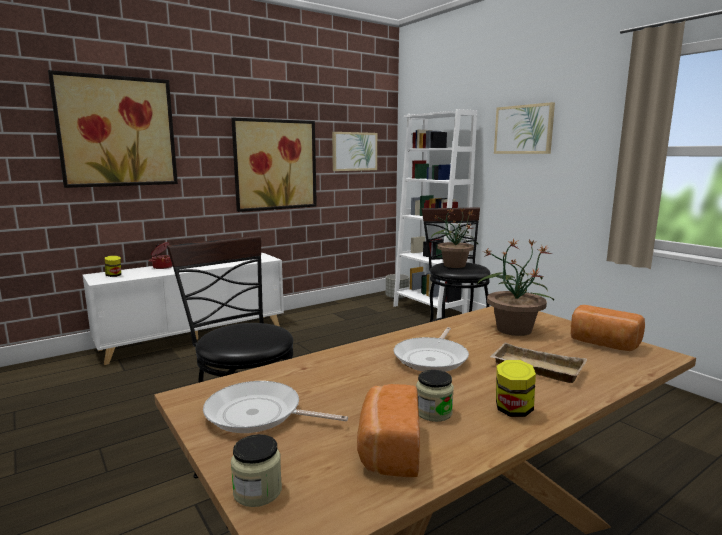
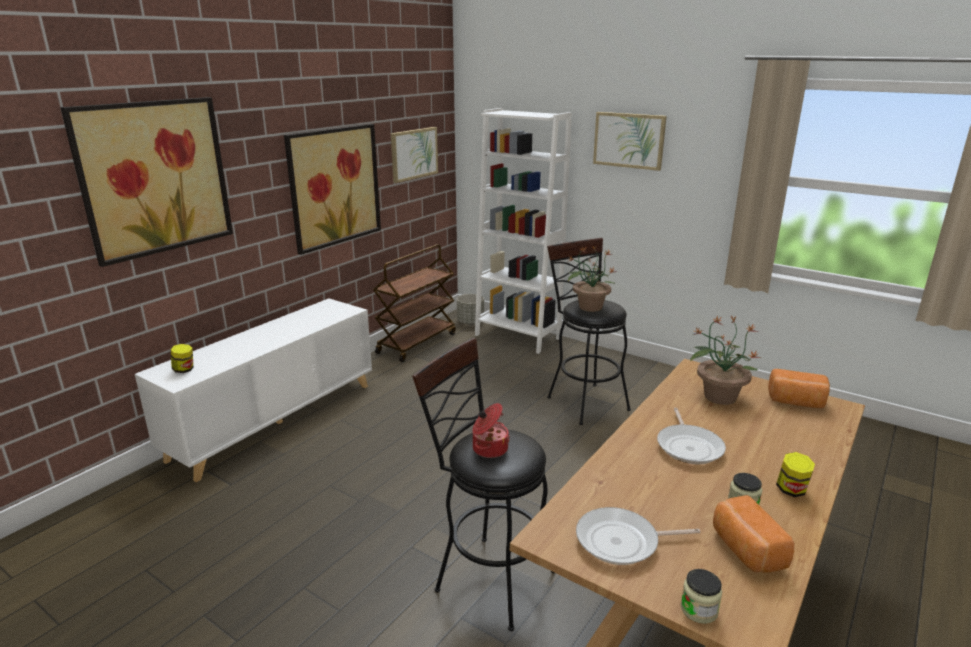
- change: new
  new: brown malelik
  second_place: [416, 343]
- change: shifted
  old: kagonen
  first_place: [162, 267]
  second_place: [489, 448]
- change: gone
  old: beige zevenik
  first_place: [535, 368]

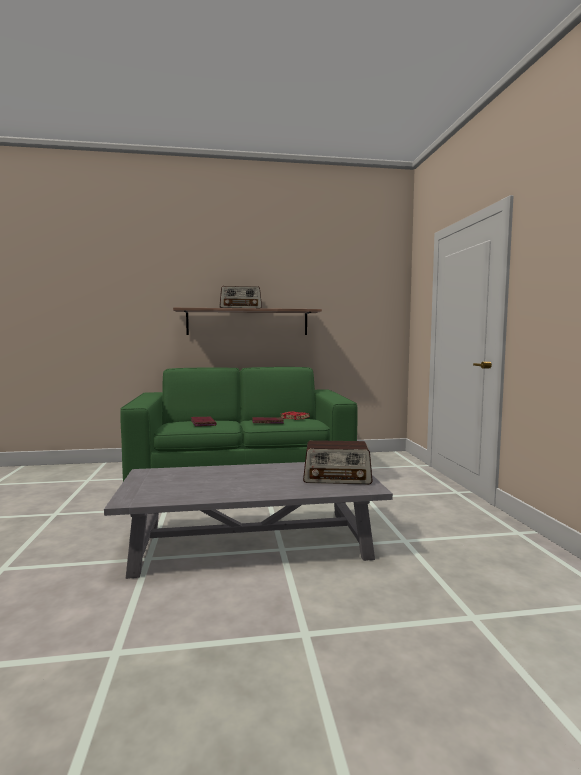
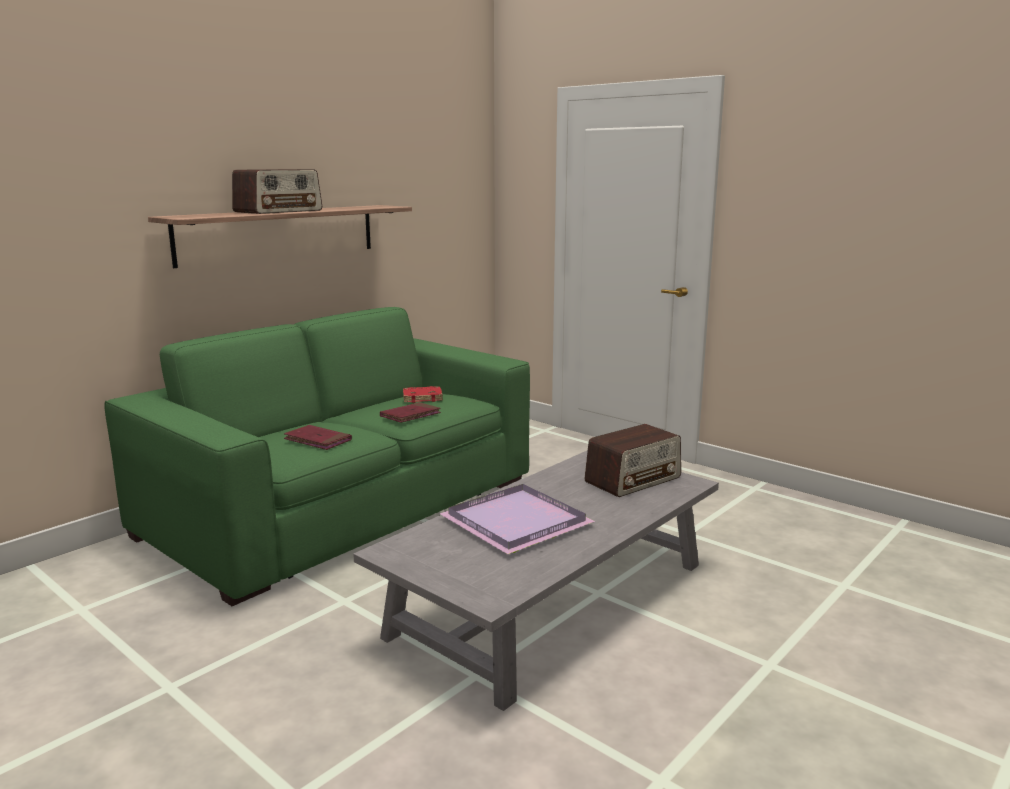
- change: new
  new: purple zevenik
  second_place: [516, 523]

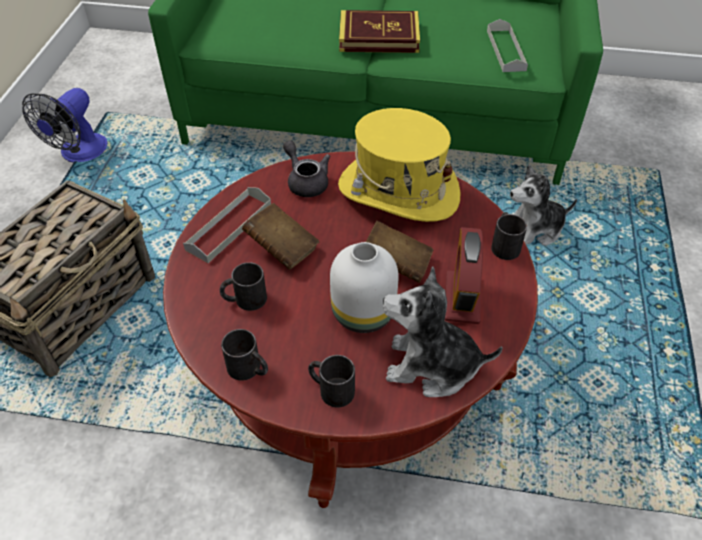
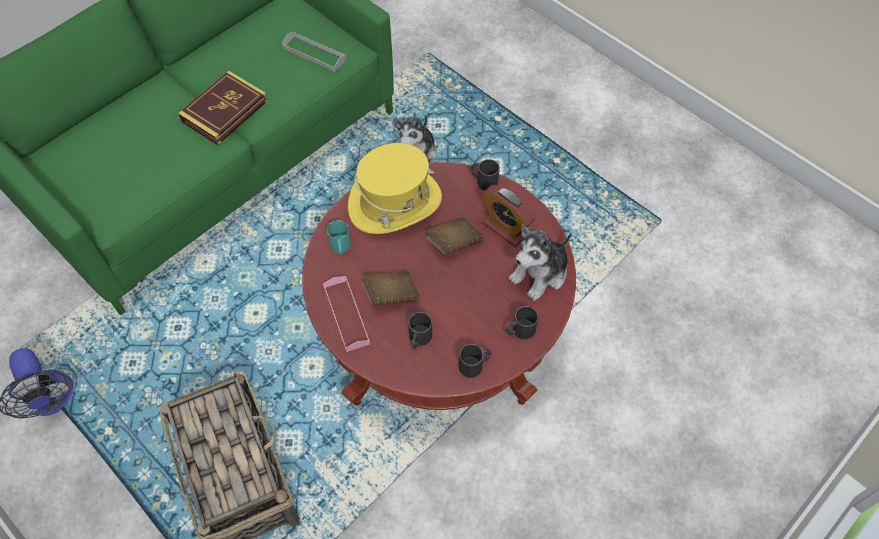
- change: repainted
  old: grey zevenik
  new: pink zevenik
  first_place: [229, 227]
  second_place: [346, 315]
- change: swapped
  old: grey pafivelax
  new: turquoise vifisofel
  first_place: [306, 181]
  second_place: [340, 247]
- change: gone
  old: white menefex
  first_place: [363, 315]

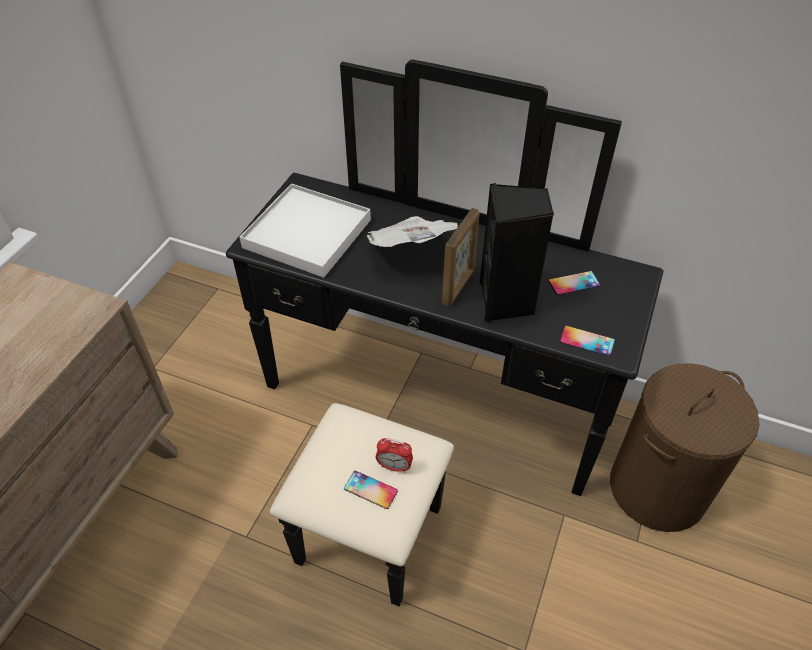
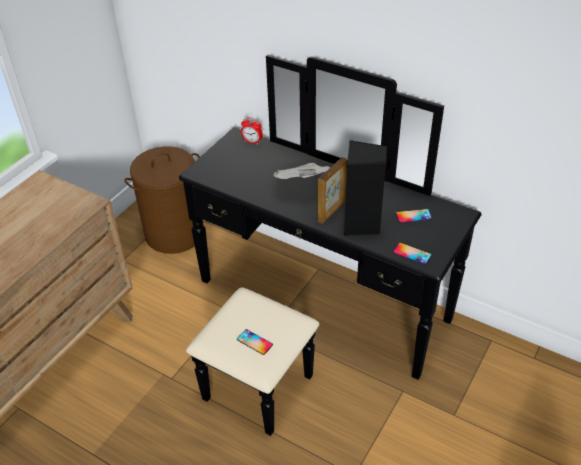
- change: shifted
  old: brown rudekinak
  first_place: [658, 488]
  second_place: [175, 233]
- change: shifted
  old: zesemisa
  first_place: [394, 466]
  second_place: [252, 142]
- change: gone
  old: white zevenik
  first_place: [307, 233]

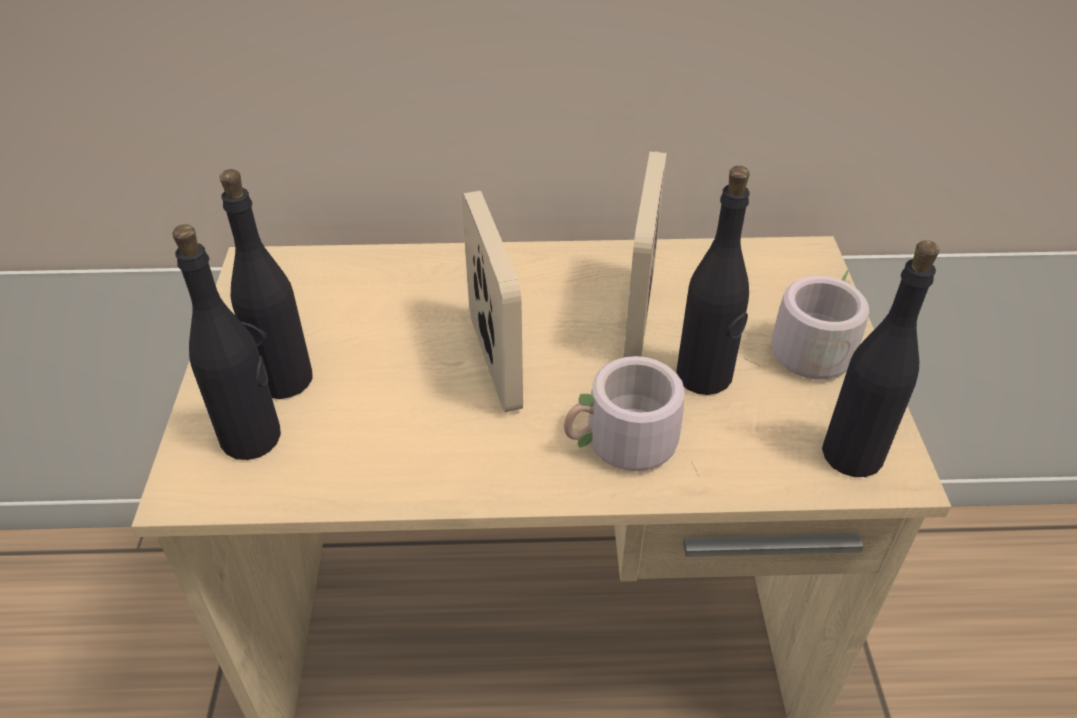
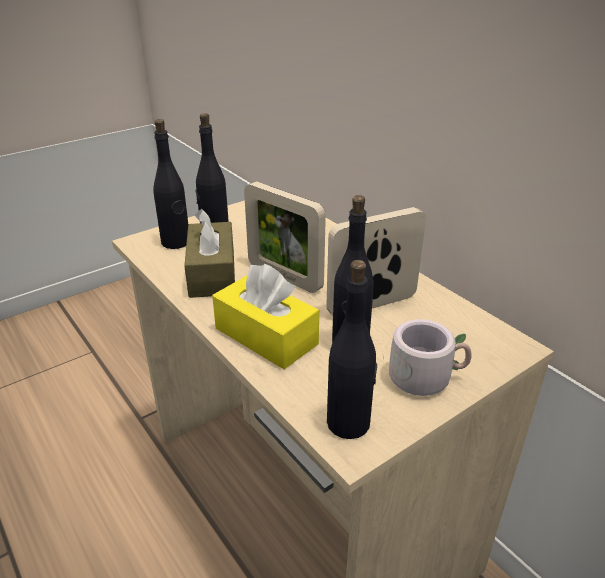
- change: new
  new: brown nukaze
  second_place: [212, 273]
- change: swapped
  old: grey vifisofel
  new: yellow nukaze
  first_place: [623, 447]
  second_place: [266, 336]
- change: rotated
  old: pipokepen
  first_place: [494, 361]
  second_place: [284, 277]
  degrees: 90

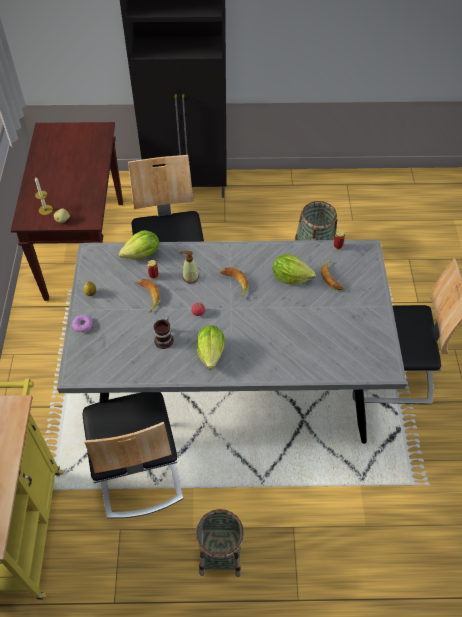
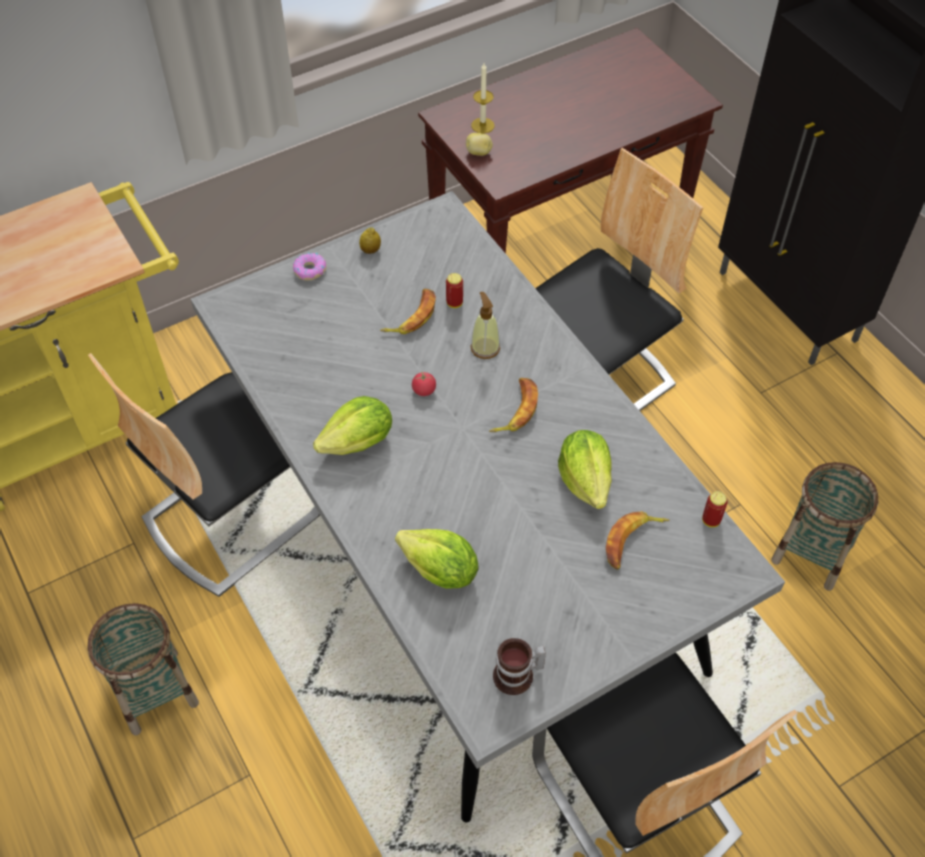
- change: shifted
  old: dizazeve
  first_place: [142, 254]
  second_place: [440, 571]
- change: shifted
  old: vifisofel
  first_place: [165, 339]
  second_place: [517, 677]

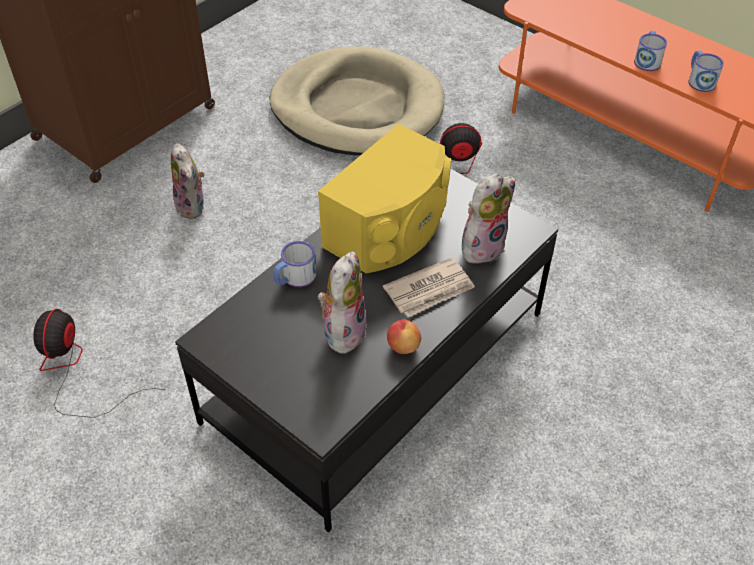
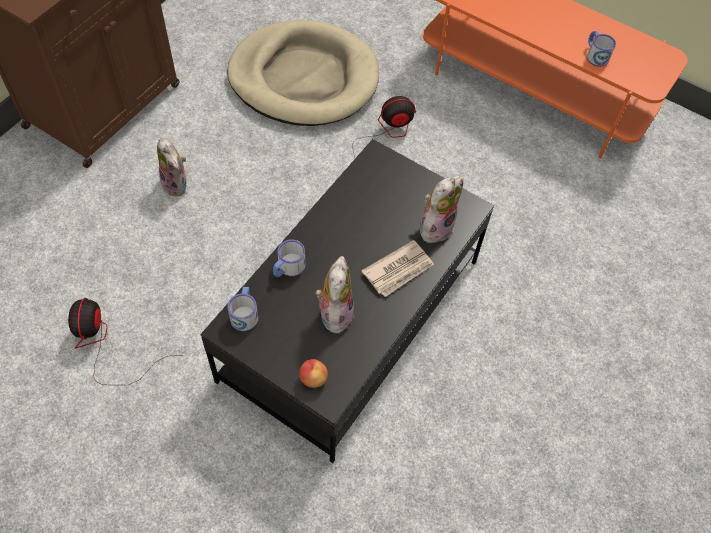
- change: shifted
  old: vifisofel
  first_place: [647, 60]
  second_place: [245, 313]
- change: shifted
  old: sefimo
  first_place: [403, 346]
  second_place: [313, 378]
- change: gone
  old: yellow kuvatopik
  first_place: [390, 229]

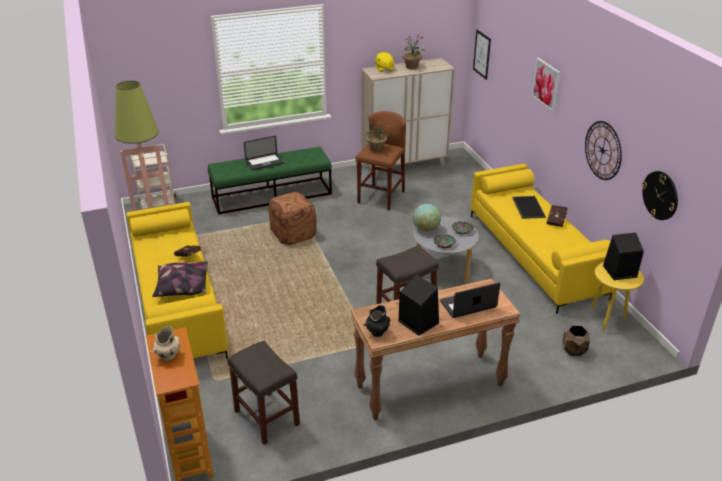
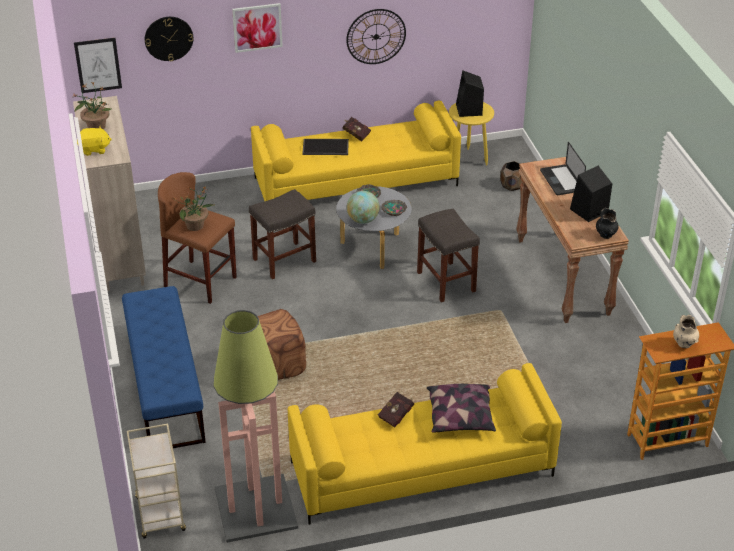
- change: repainted
  old: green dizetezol
  new: blue dizetezol
  first_place: [272, 195]
  second_place: [165, 386]
- change: shifted
  old: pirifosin
  first_place: [660, 195]
  second_place: [168, 38]
- change: shifted
  old: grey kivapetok
  first_place: [266, 417]
  second_place: [284, 261]
- change: gone
  old: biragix
  first_place: [264, 162]

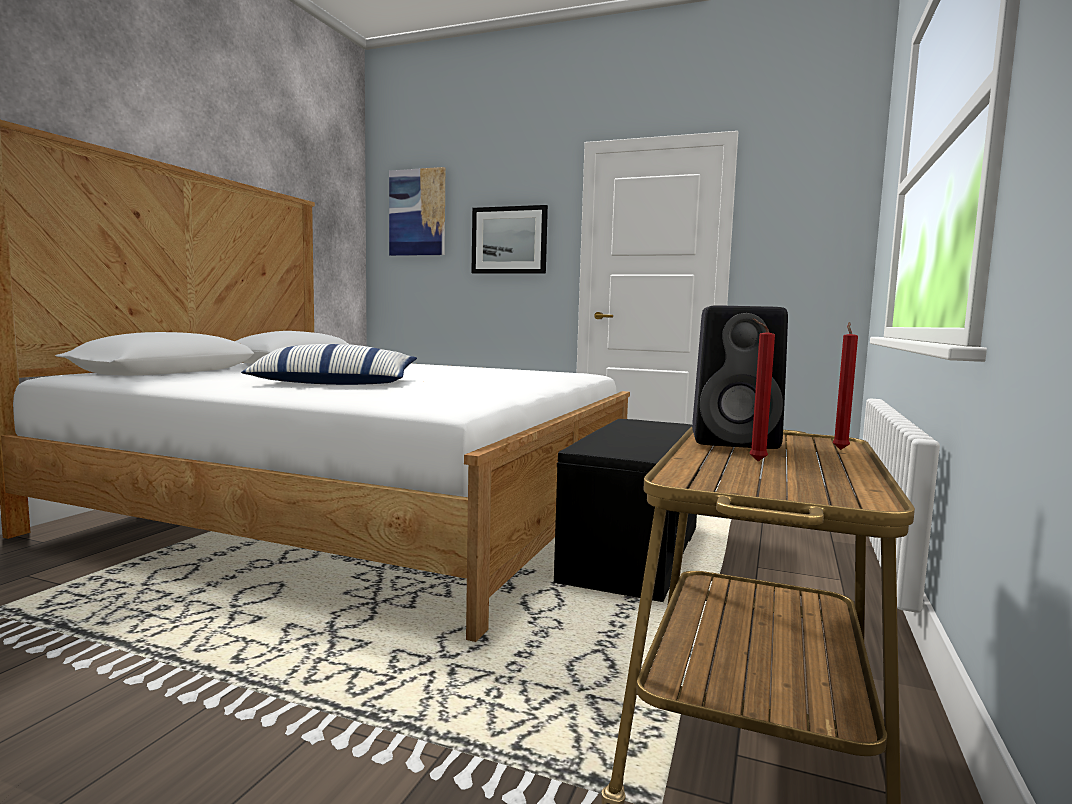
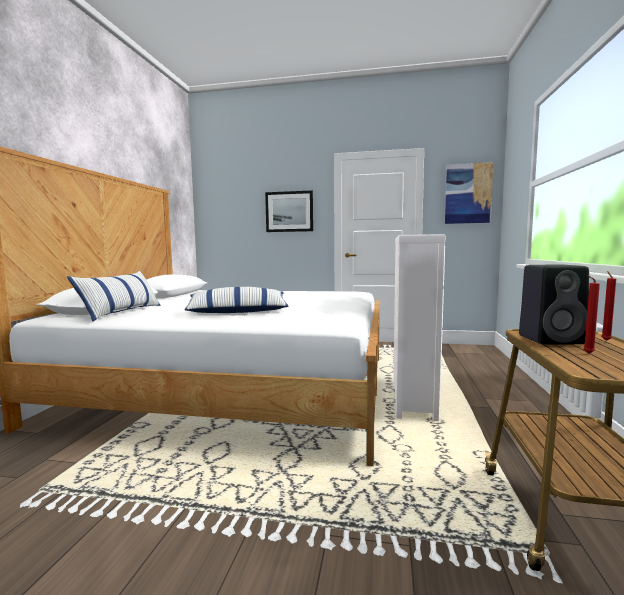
- change: new
  new: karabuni
  second_place: [121, 312]
- change: swapped
  old: black dizetezol
  new: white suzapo
  first_place: [631, 552]
  second_place: [413, 397]
- change: shifted
  old: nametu
  first_place: [417, 212]
  second_place: [468, 193]

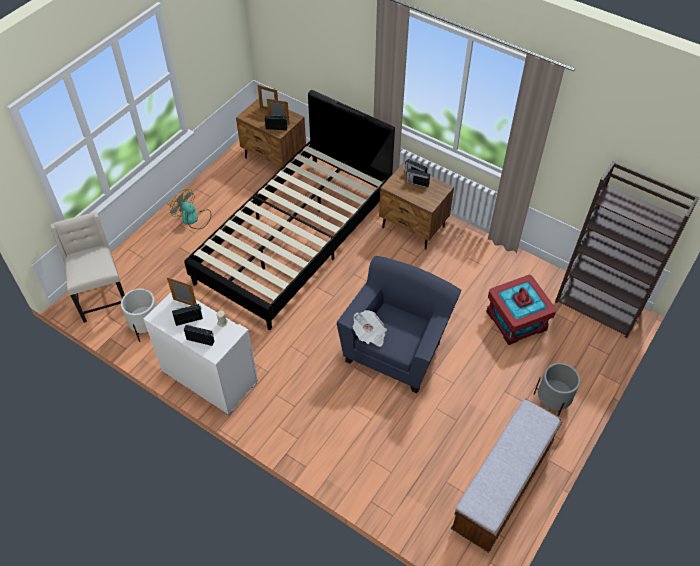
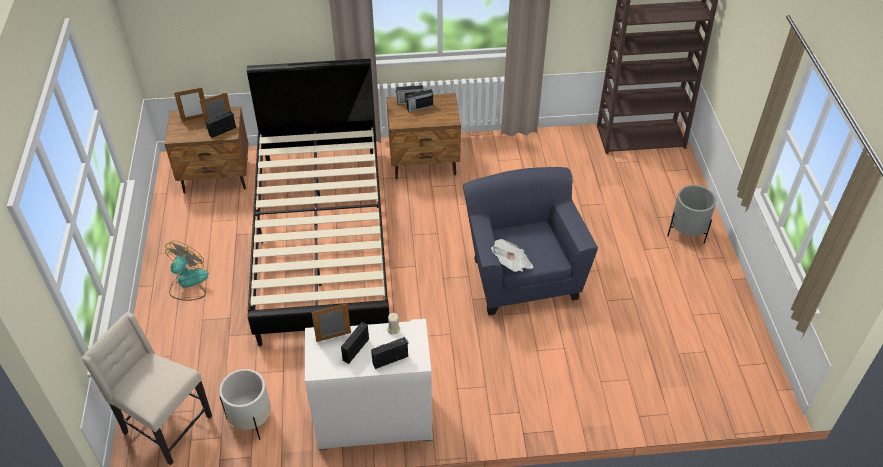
- change: rotated
  old: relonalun
  first_place: [193, 219]
  second_place: [188, 283]
  degrees: 120
- change: gone
  old: dizetezol
  first_place: [503, 485]
- change: gone
  old: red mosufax
  first_place: [516, 321]

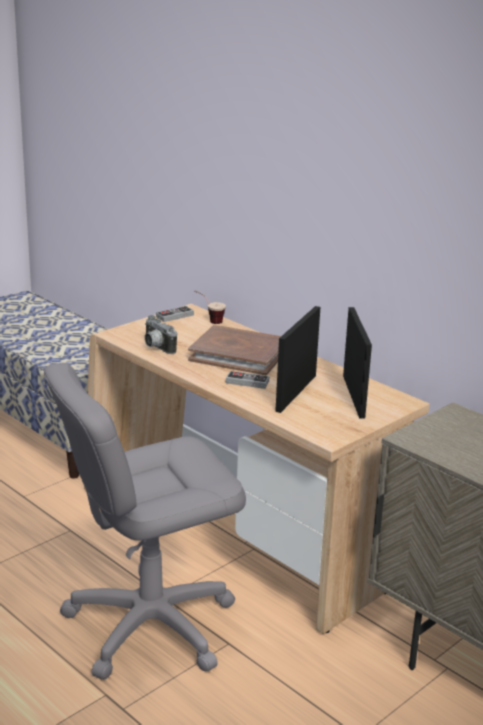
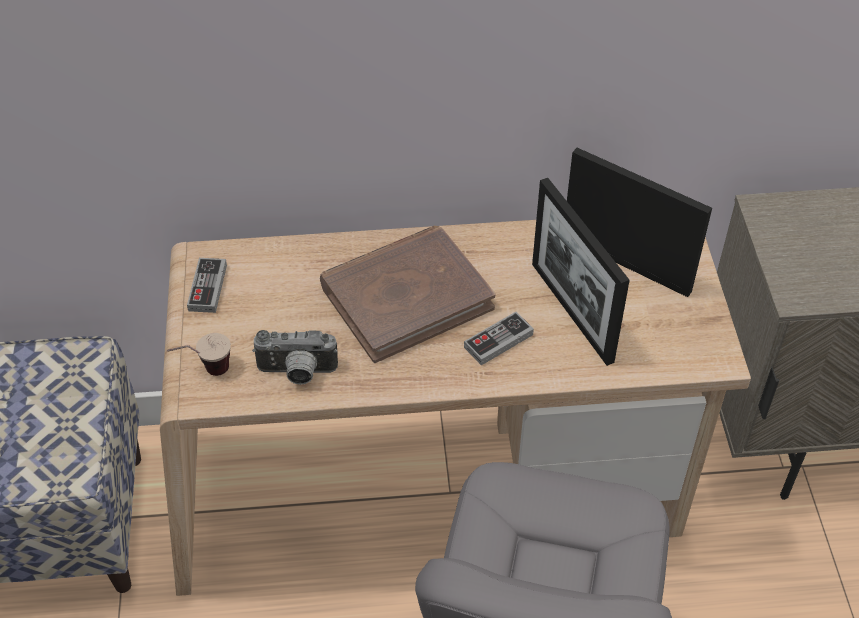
- change: shifted
  old: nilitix
  first_place: [209, 321]
  second_place: [204, 373]

